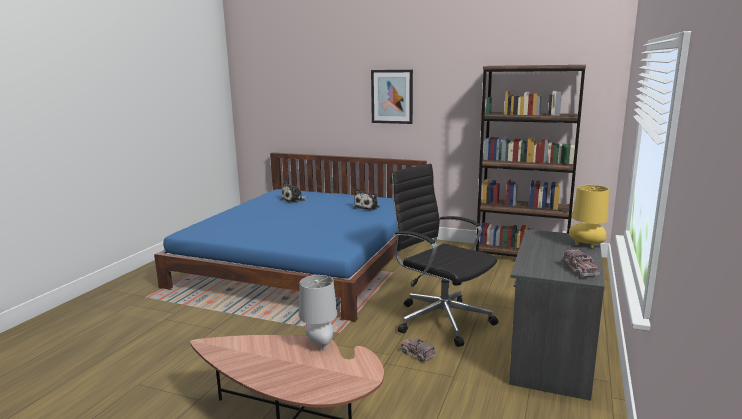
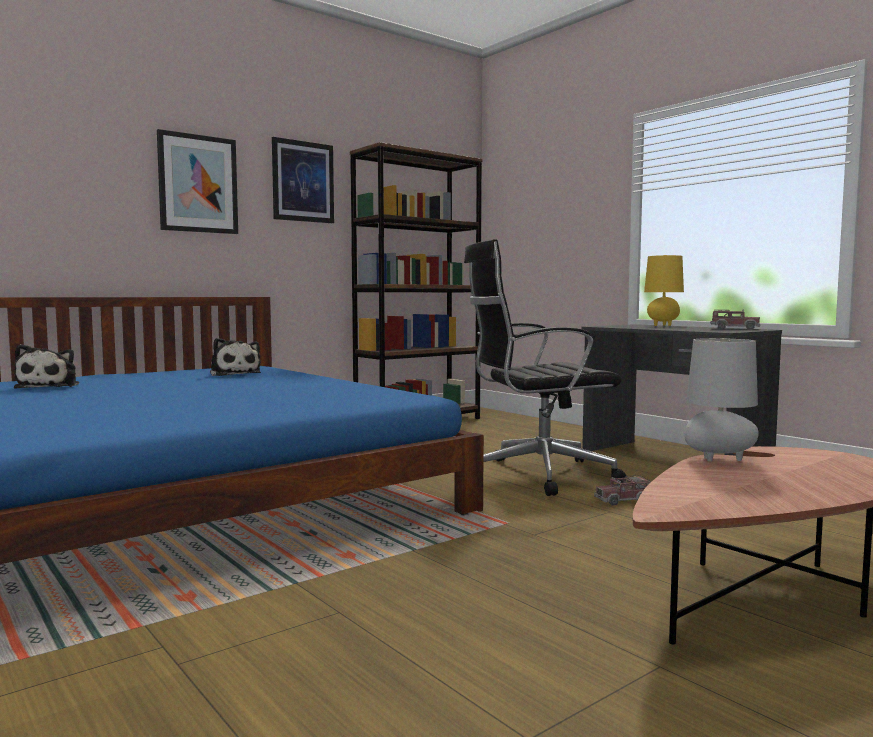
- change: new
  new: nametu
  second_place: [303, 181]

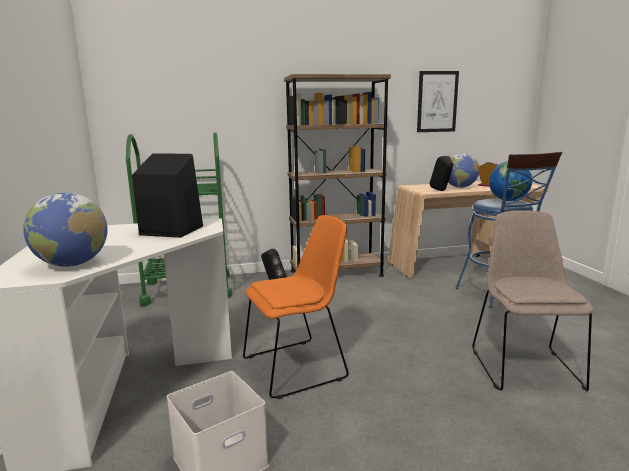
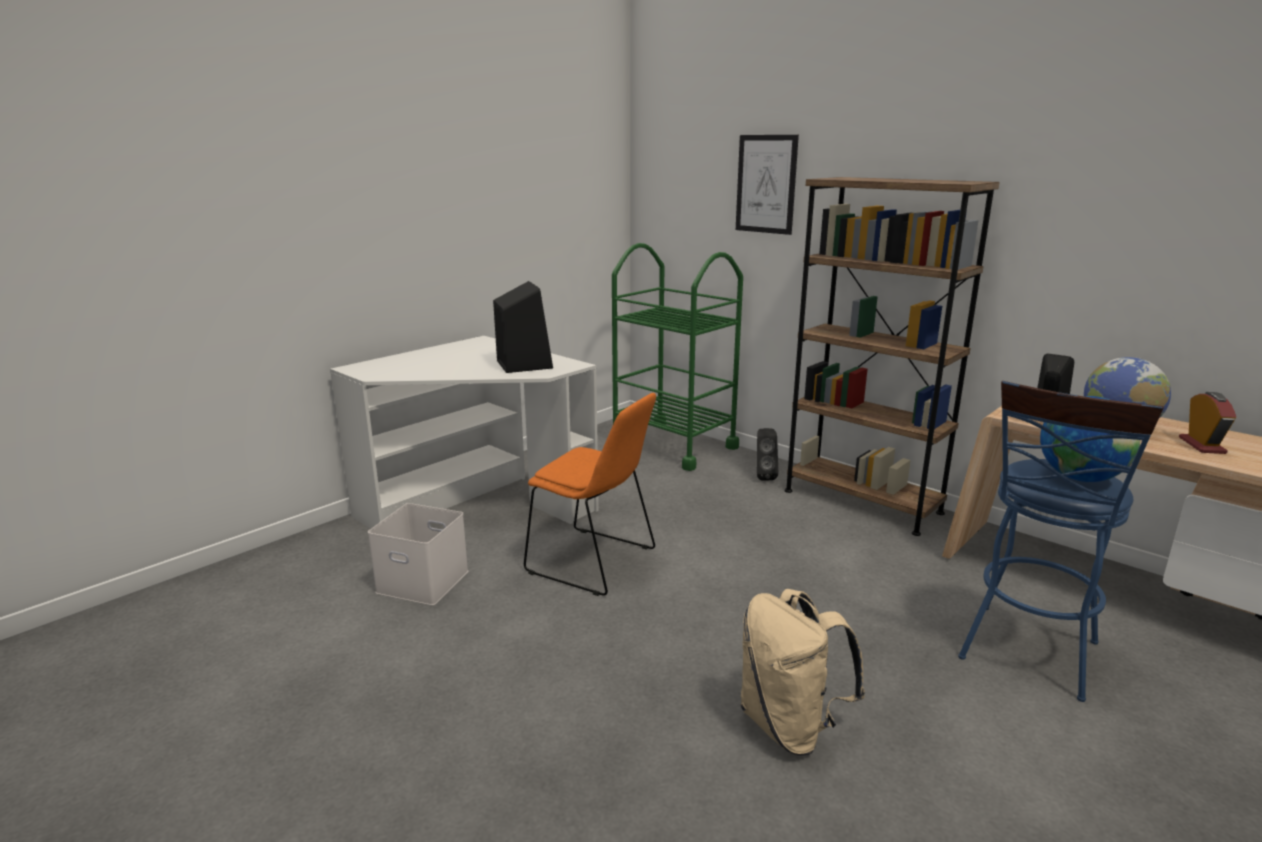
- change: shifted
  old: nametu
  first_place: [437, 102]
  second_place: [766, 184]
- change: swapped
  old: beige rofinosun
  new: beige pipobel
  first_place: [524, 366]
  second_place: [790, 726]
- change: gone
  old: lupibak
  first_place: [72, 264]

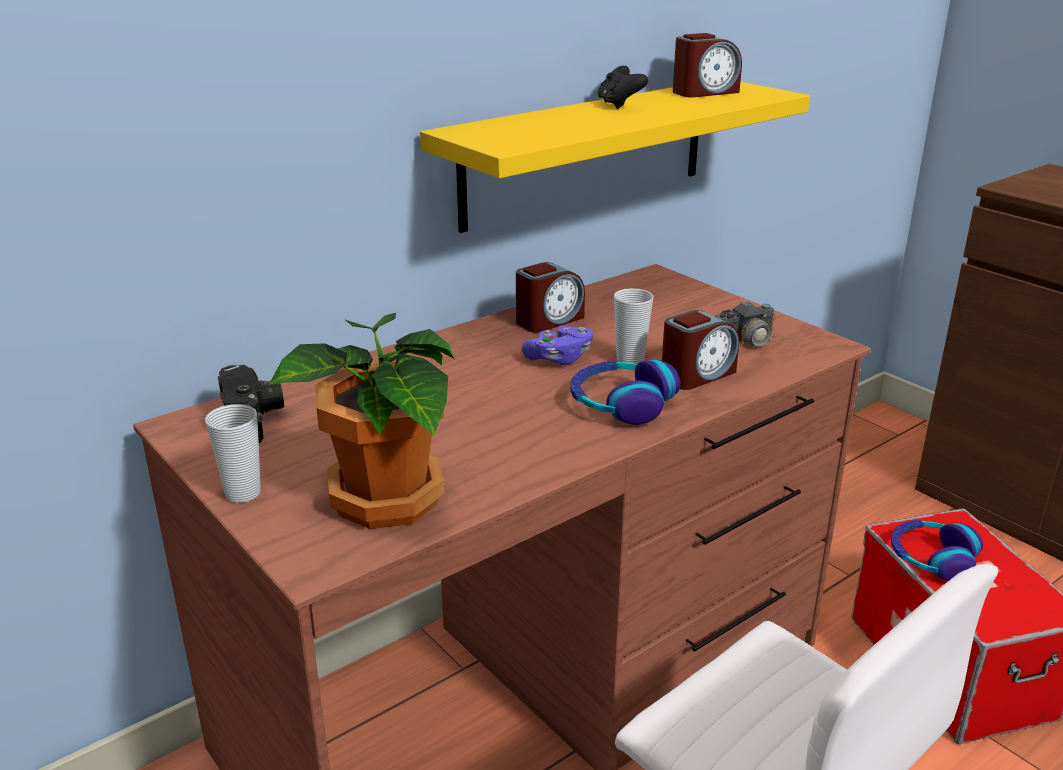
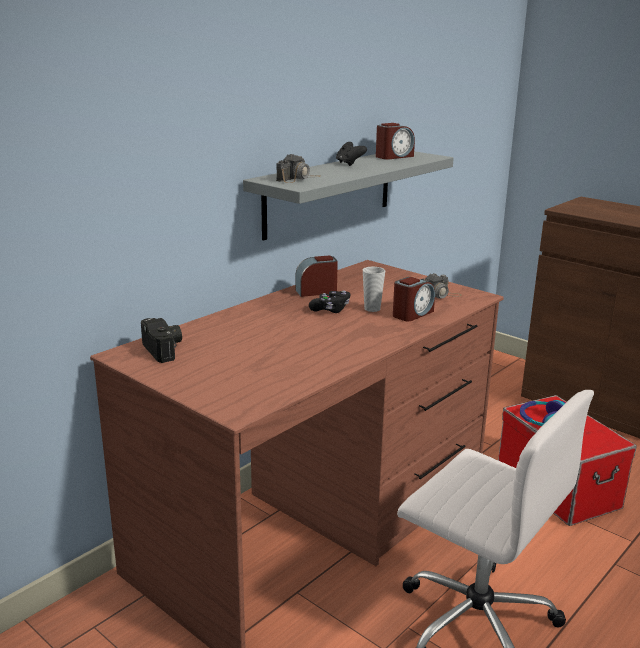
- change: repainted
  old: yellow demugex
  new: grey demugex
  first_place: [587, 152]
  second_place: [329, 192]
- change: new
  new: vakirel
  second_place: [298, 178]
- change: rotated
  old: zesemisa
  first_place: [549, 320]
  second_place: [316, 291]
  degrees: -150
- change: repainted
  old: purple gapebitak
  new: black gapebitak
  first_place: [559, 359]
  second_place: [331, 310]
- change: gone
  old: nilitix
  first_place: [243, 494]
- change: gone
  old: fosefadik
  first_place: [386, 502]
- change: gone
  old: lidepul
  first_place: [621, 403]

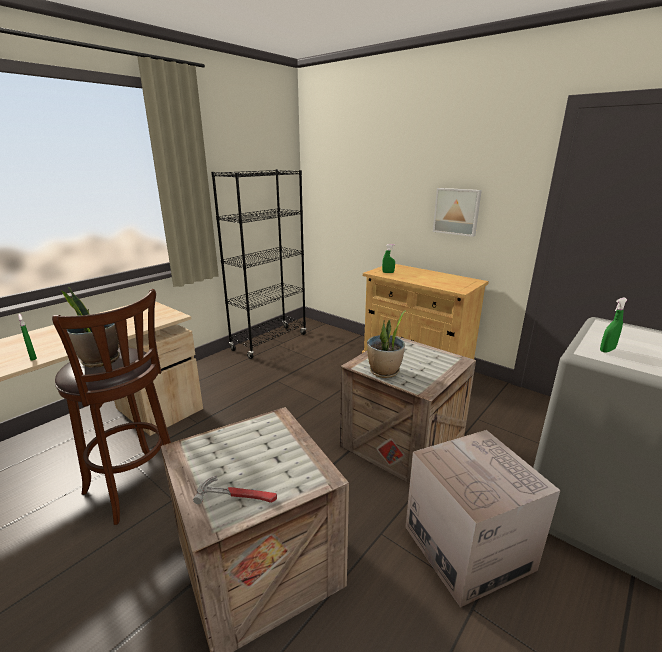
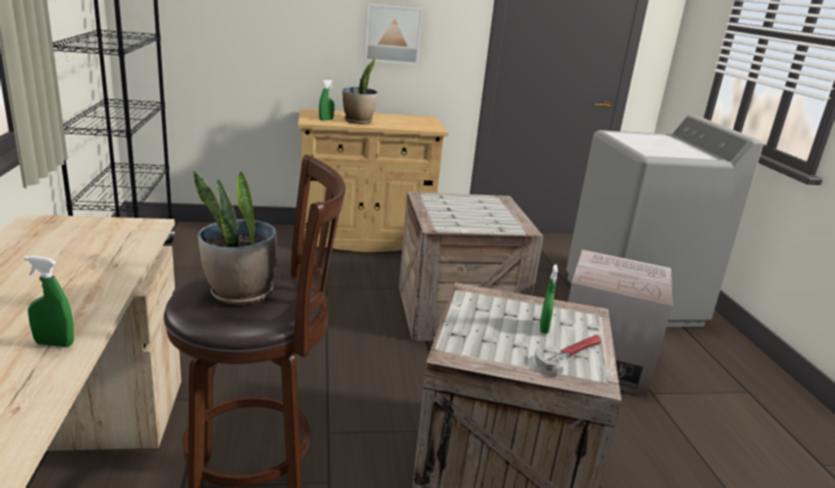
- change: shifted
  old: fosefadik
  first_place: [384, 372]
  second_place: [358, 121]
- change: shifted
  old: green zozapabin
  first_place: [607, 350]
  second_place: [544, 328]

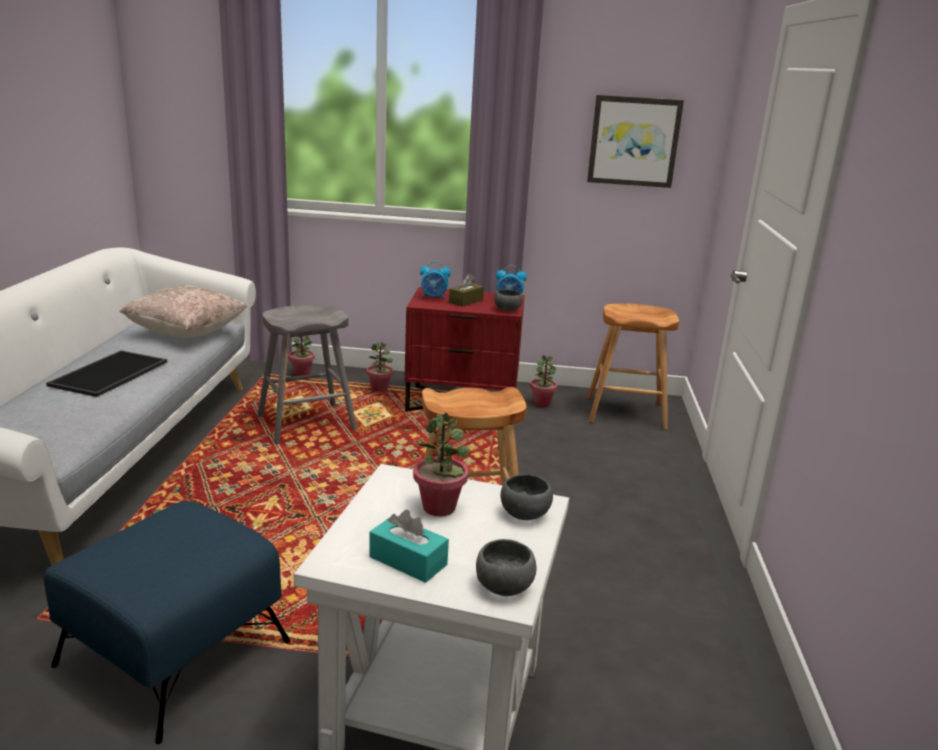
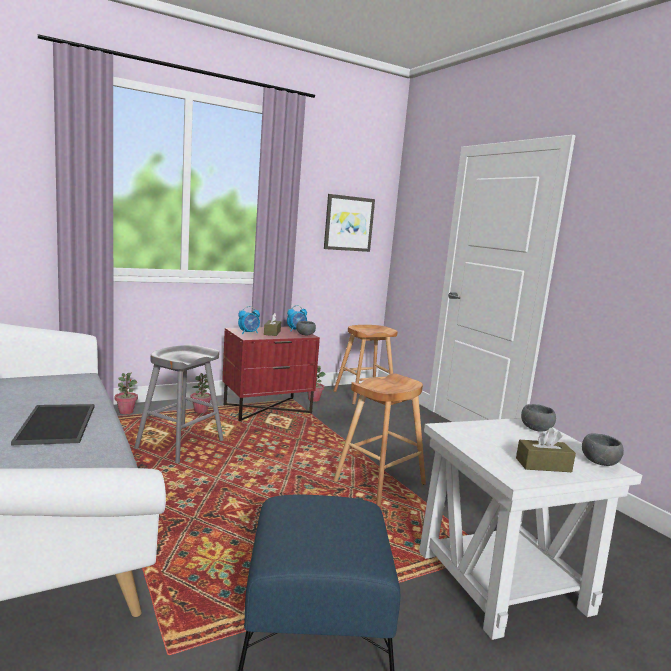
- change: repainted
  old: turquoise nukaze
  new: brown nukaze
  first_place: [408, 561]
  second_place: [543, 465]
- change: gone
  old: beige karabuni
  first_place: [186, 333]
- change: gone
  old: fosefadik
  first_place: [439, 507]

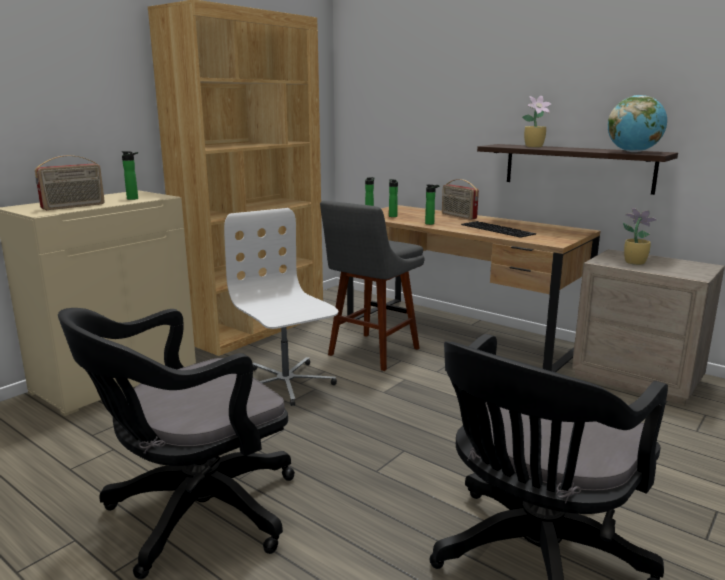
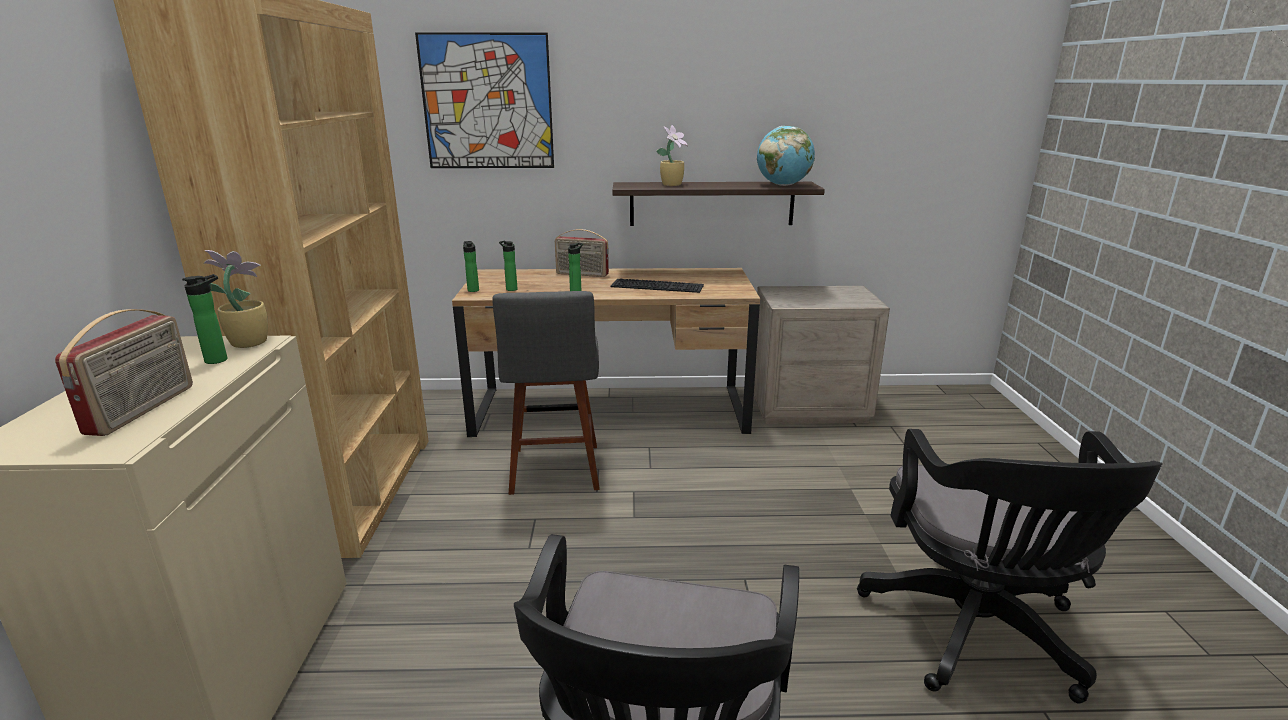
- change: shifted
  old: fosefadik
  first_place: [634, 262]
  second_place: [248, 342]
- change: new
  new: nametu
  second_place: [487, 102]
- change: gone
  old: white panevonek
  first_place: [285, 383]

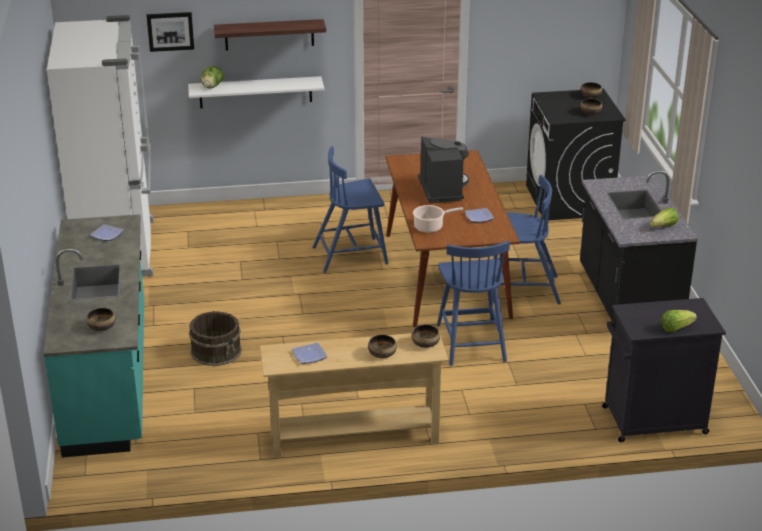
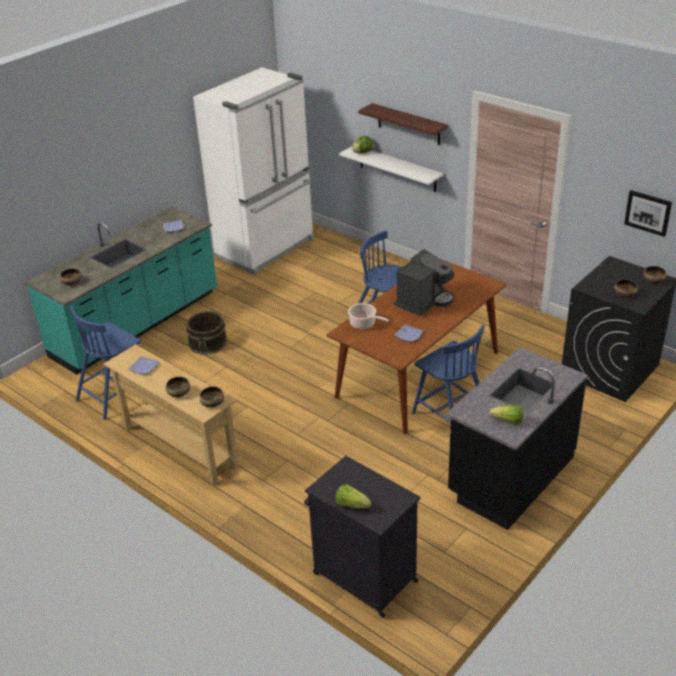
- change: shifted
  old: blue rofinosun
  first_place: [471, 342]
  second_place: [116, 394]
- change: shifted
  old: nametu
  first_place: [170, 31]
  second_place: [648, 212]

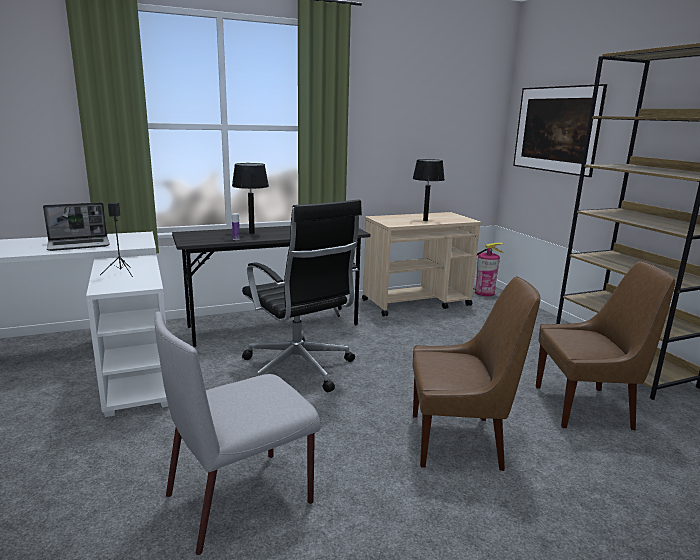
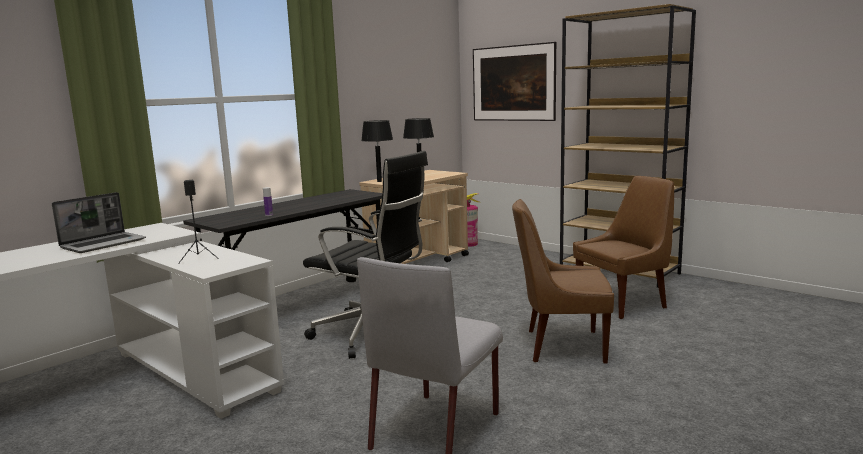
- change: shifted
  old: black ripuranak
  first_place: [252, 233]
  second_place: [379, 181]
- change: rotated
  old: brown rofinosun
  first_place: [460, 441]
  second_place: [561, 346]
  degrees: -150

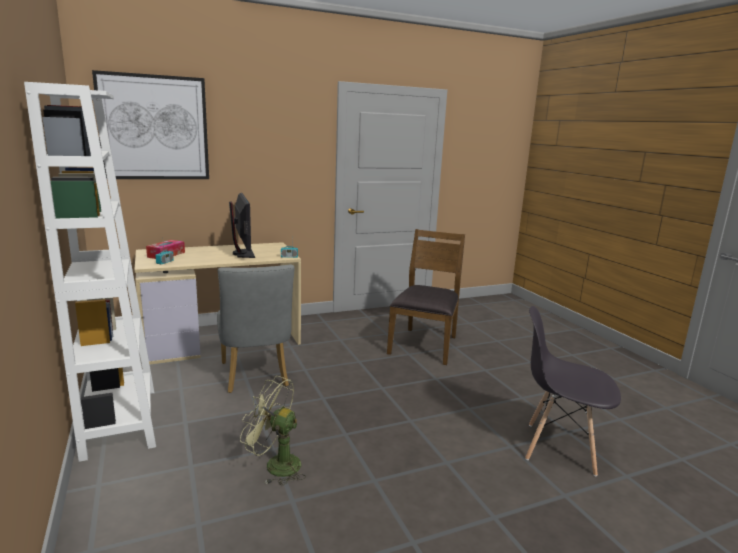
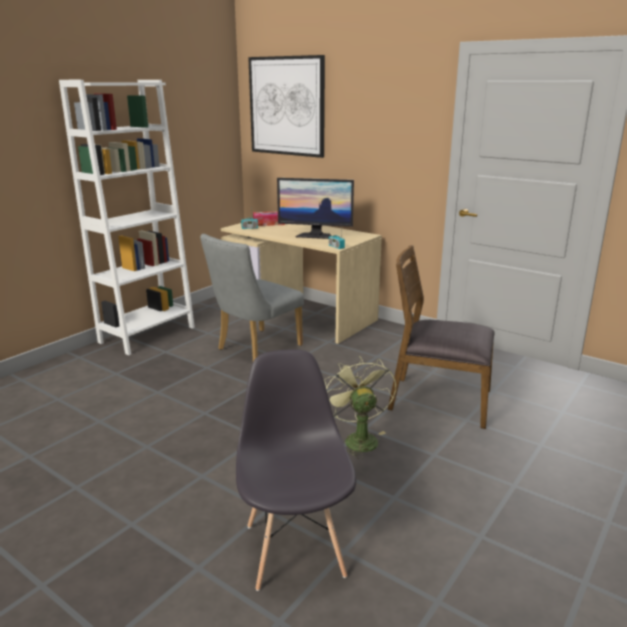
- change: rotated
  old: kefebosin
  first_place: [243, 253]
  second_place: [315, 235]
  degrees: 60
- change: shifted
  old: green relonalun
  first_place: [275, 465]
  second_place: [357, 438]
- change: rotated
  old: brown rofinosun
  first_place: [424, 345]
  second_place: [439, 400]
  degrees: -150

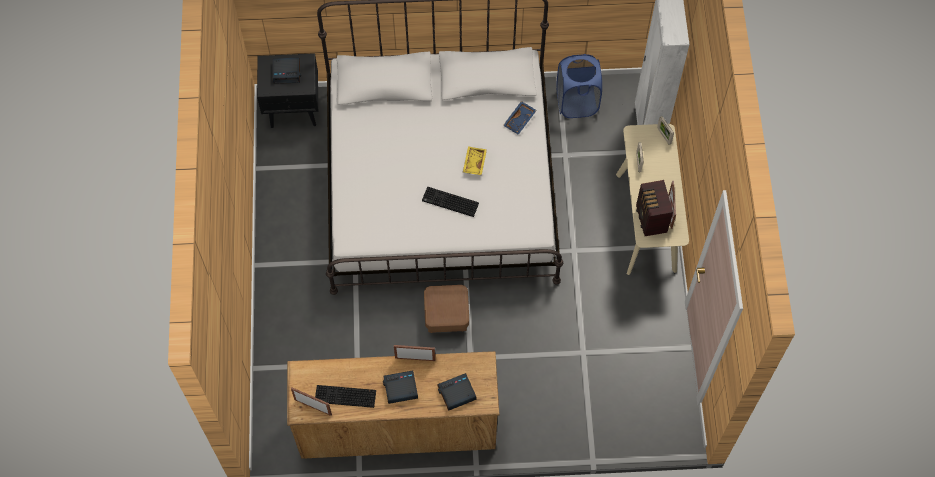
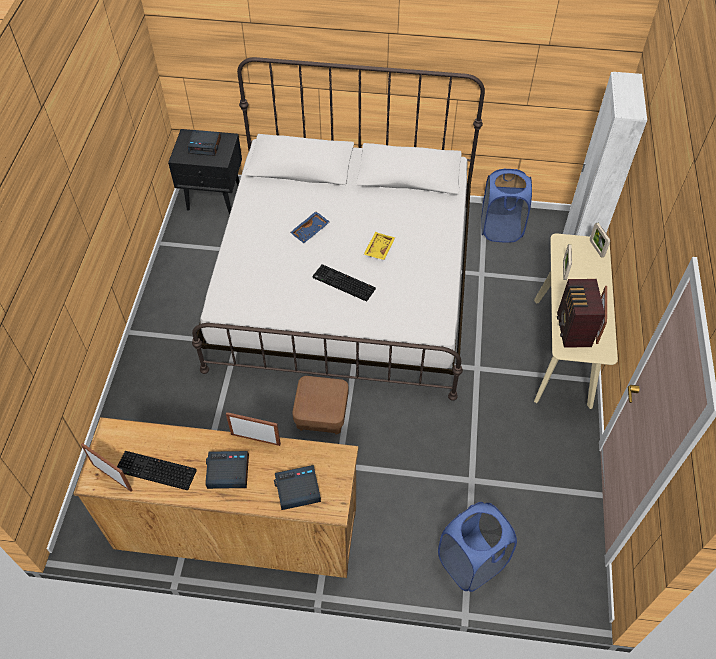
- change: shifted
  old: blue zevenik
  first_place: [520, 120]
  second_place: [310, 231]
- change: new
  new: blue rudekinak
  second_place: [471, 562]

